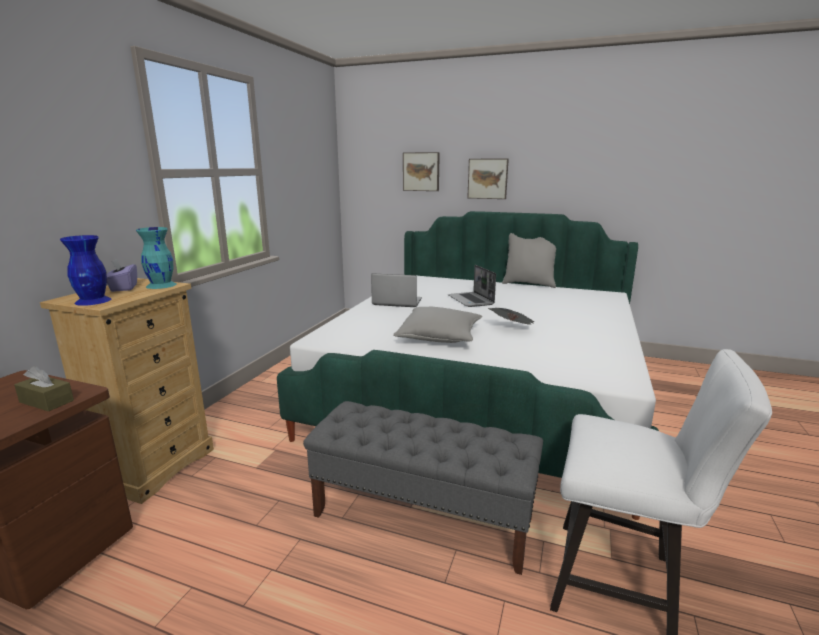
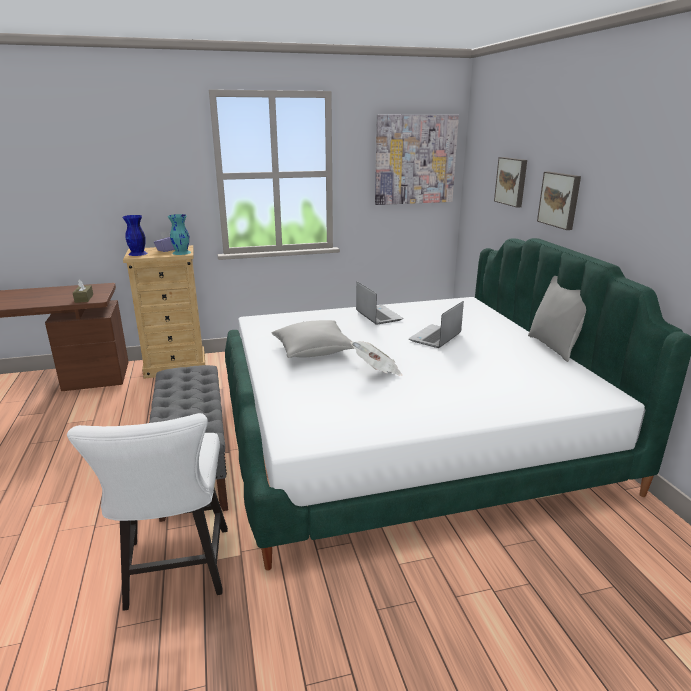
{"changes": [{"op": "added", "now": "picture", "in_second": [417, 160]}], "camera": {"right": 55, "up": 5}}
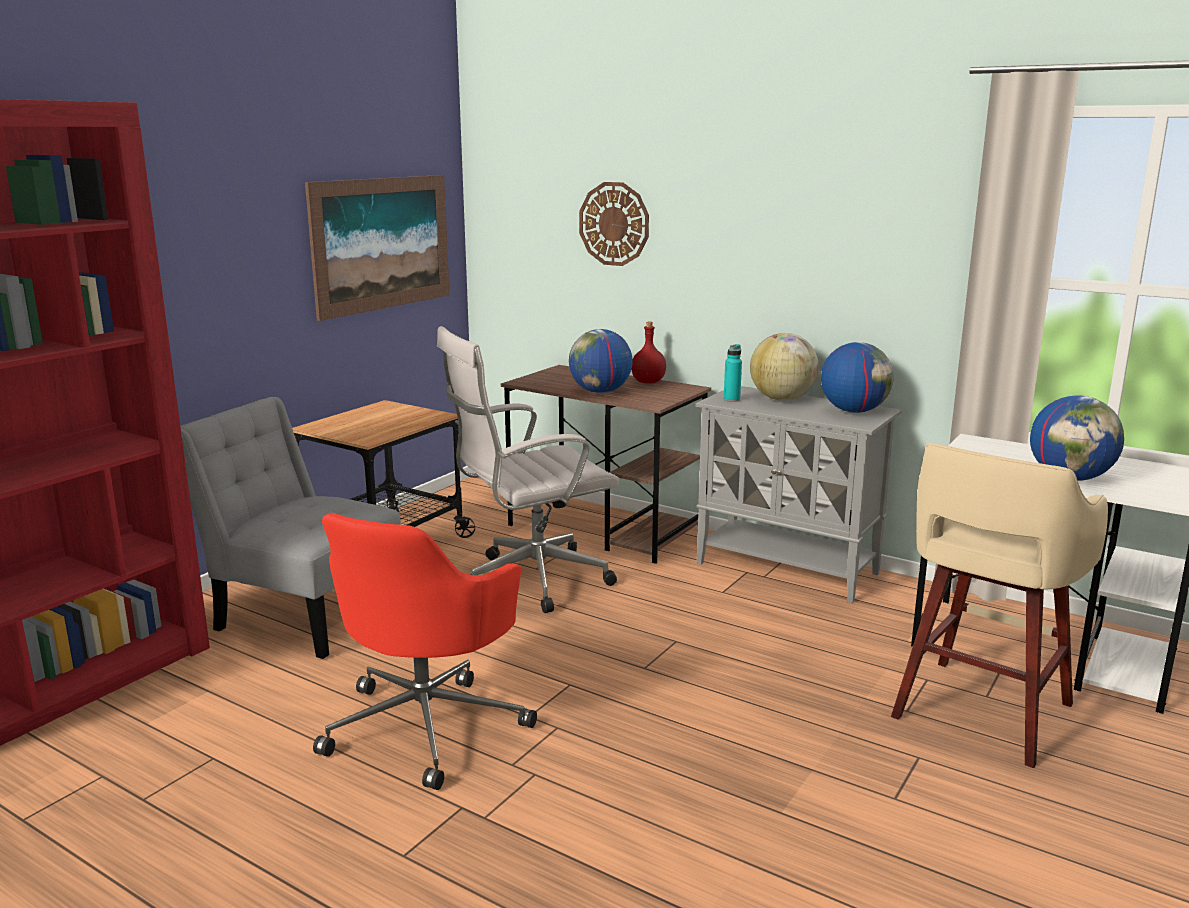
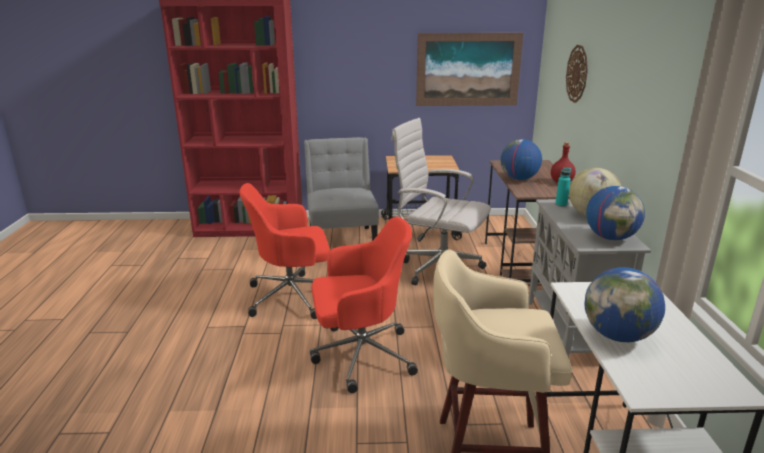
{"changes": [{"op": "added", "now": "red office chair", "in_second": [364, 304]}], "camera": {"right": 55, "up": 5}}
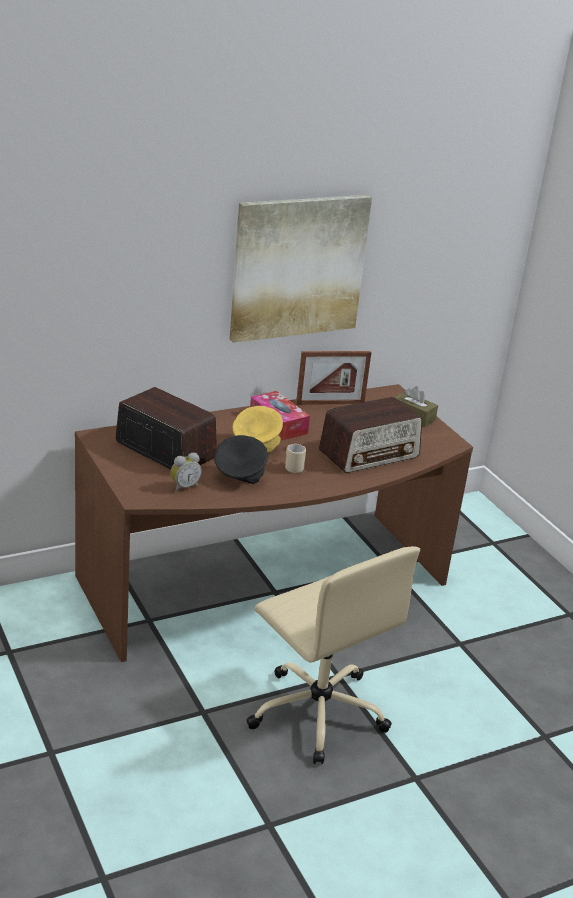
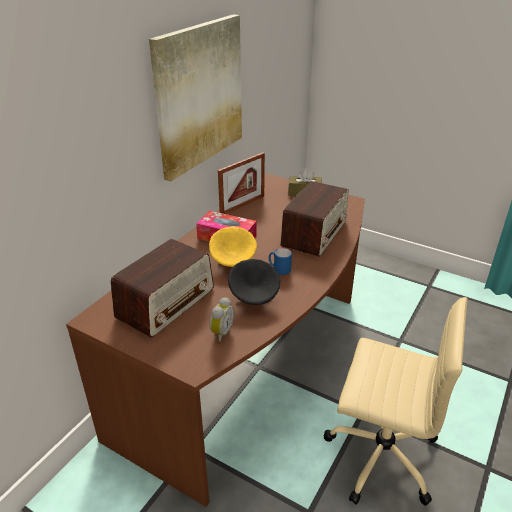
{"changes": [{"op": "turned", "was": "radio", "in_first": [166, 428], "in_second": [162, 288], "clockwise": 120}, {"op": "recoloured", "was": "beige mug", "now": "blue mug", "in_first": [295, 458], "in_second": [280, 261]}], "camera": {"right": -30, "up": 5}}
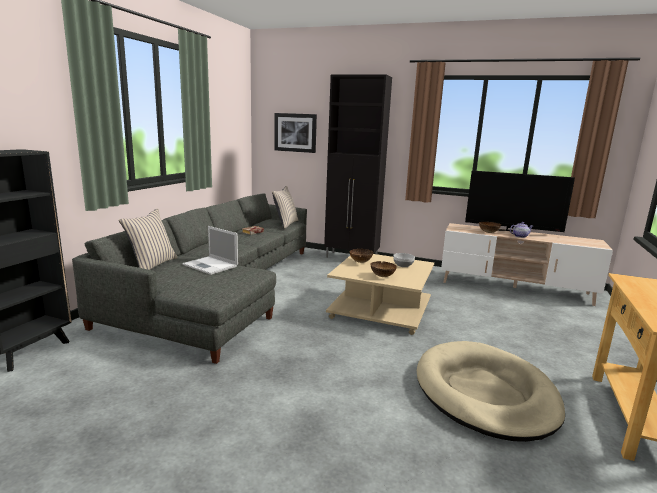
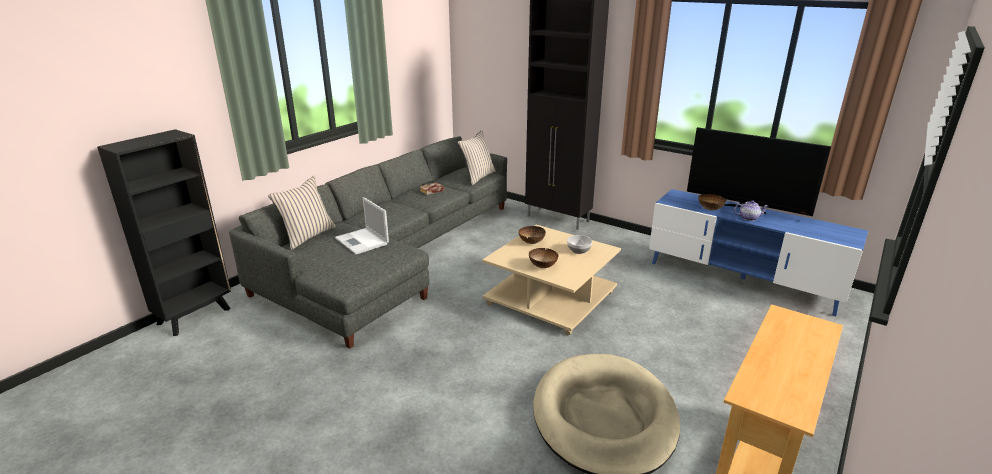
{"changes": [{"op": "recoloured", "was": "beige tv stand", "now": "blue tv stand", "in_first": [527, 264], "in_second": [758, 252]}, {"op": "removed", "was": "picture", "in_first": [295, 133]}], "camera": {"right": 15, "up": 10}}
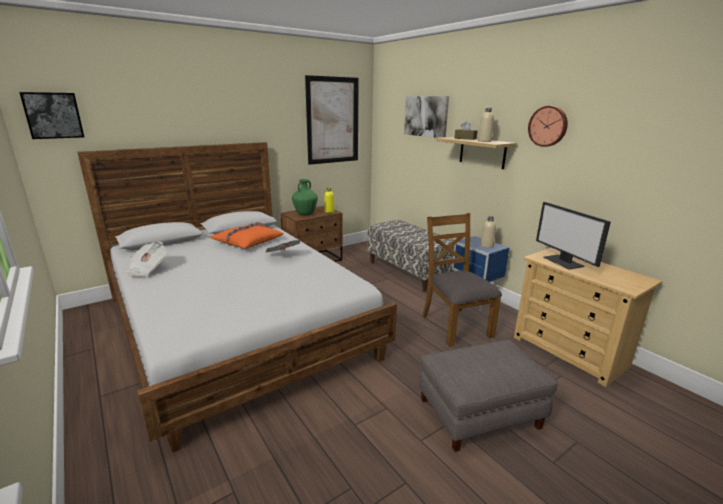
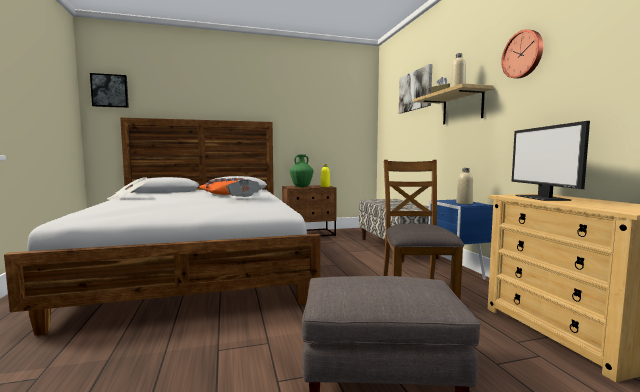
{"changes": [{"op": "removed", "was": "picture", "in_first": [332, 120]}], "camera": {"right": 20, "up": -15}}
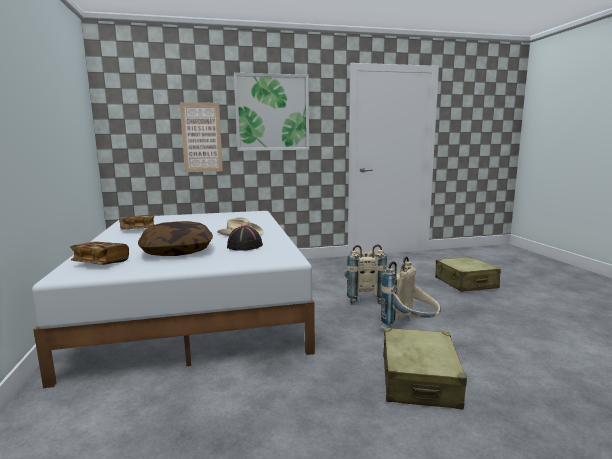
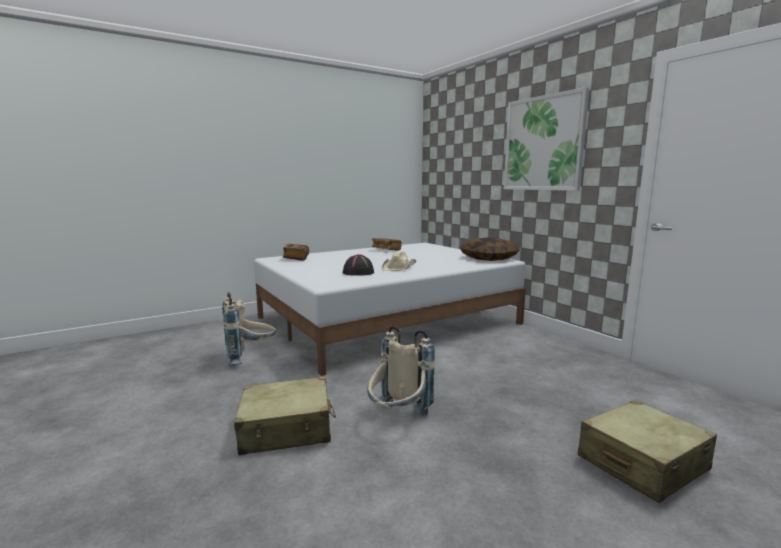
{"changes": [{"op": "moved", "was": "beige backpack", "in_first": [366, 275], "in_second": [249, 329]}, {"op": "moved", "was": "pillow", "in_first": [175, 238], "in_second": [490, 249]}, {"op": "removed", "was": "picture", "in_first": [201, 137]}], "camera": {"right": 70, "up": 0}}
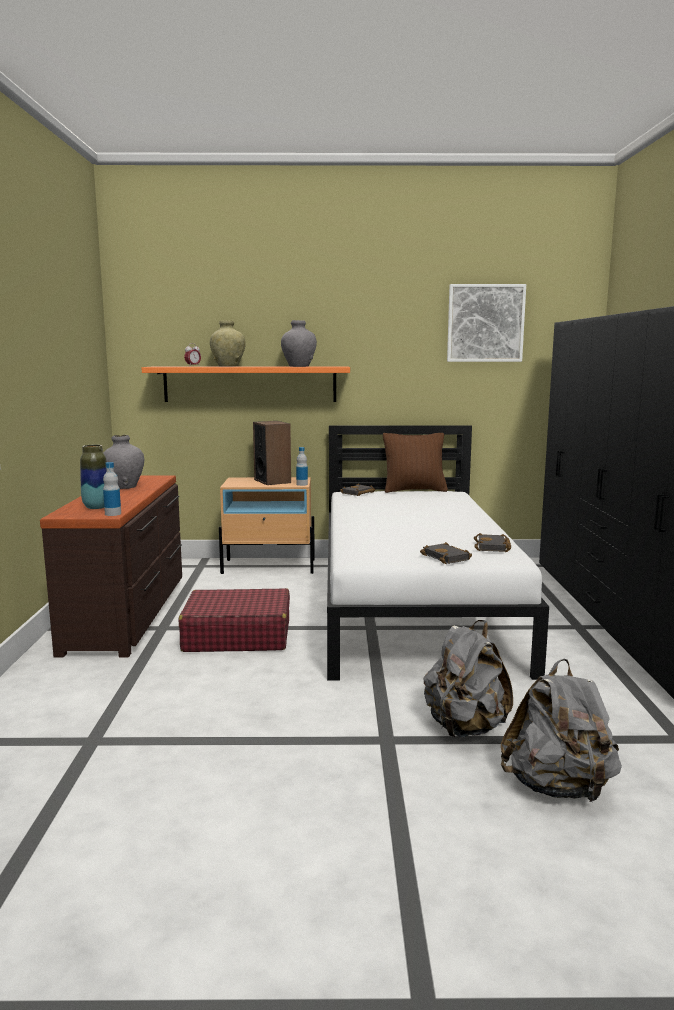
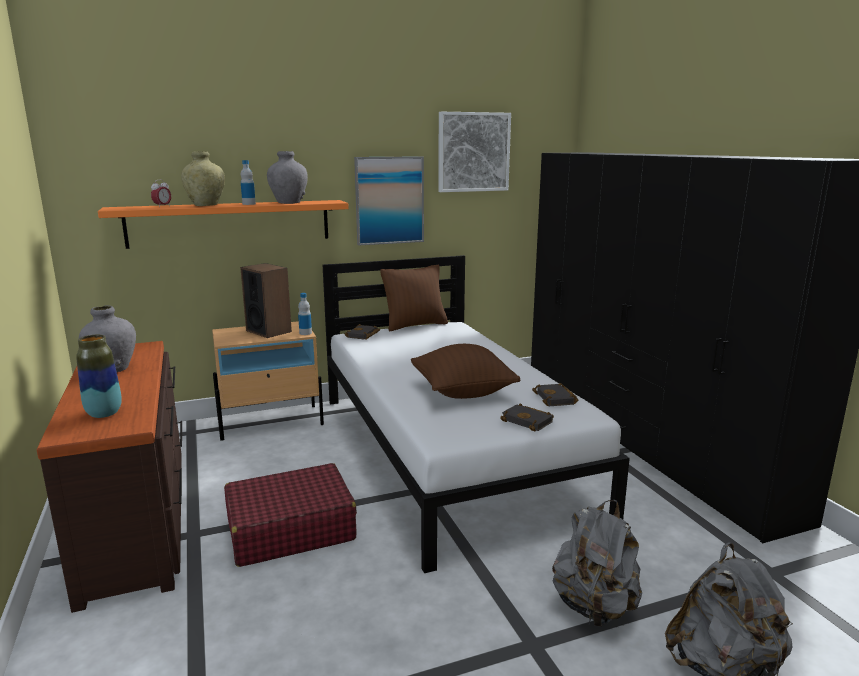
{"changes": [{"op": "moved", "was": "bottle", "in_first": [112, 489], "in_second": [248, 182]}, {"op": "added", "now": "picture", "in_second": [389, 200]}, {"op": "added", "now": "brown pillow", "in_second": [465, 371]}], "camera": {"right": -20, "up": 5}}
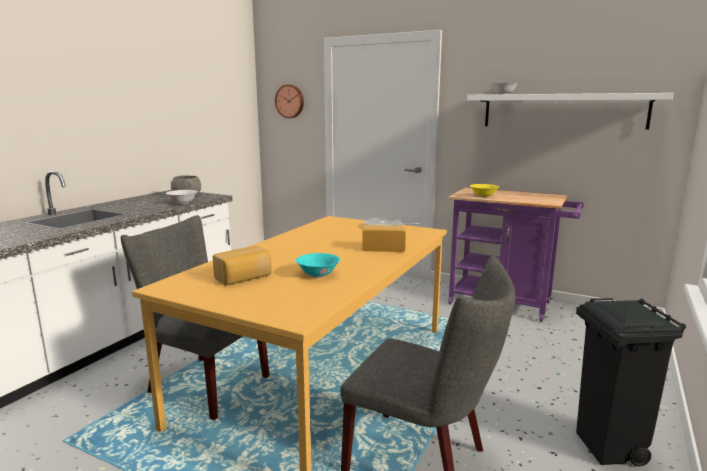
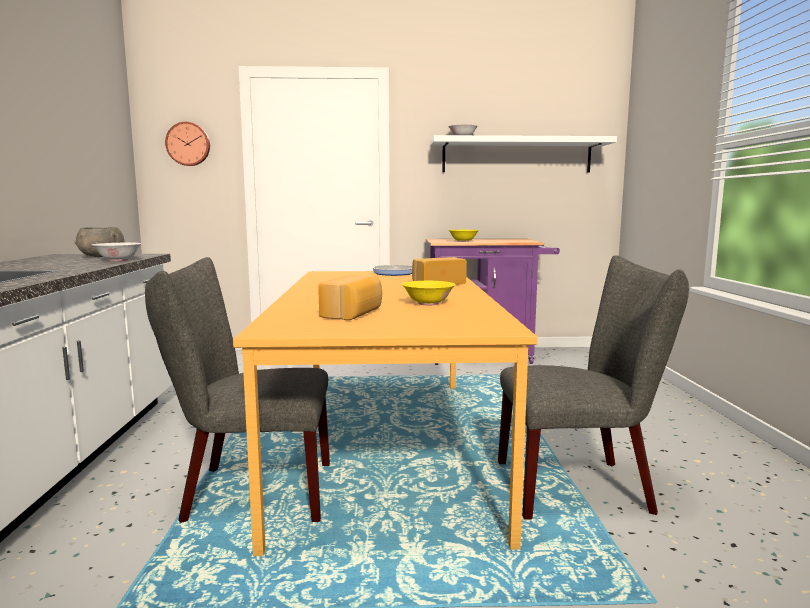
{"changes": [{"op": "recoloured", "was": "turquoise bowl", "now": "yellow bowl", "in_first": [318, 265], "in_second": [429, 293]}, {"op": "removed", "was": "black trash can", "in_first": [631, 382]}], "camera": {"right": -30, "up": -5}}
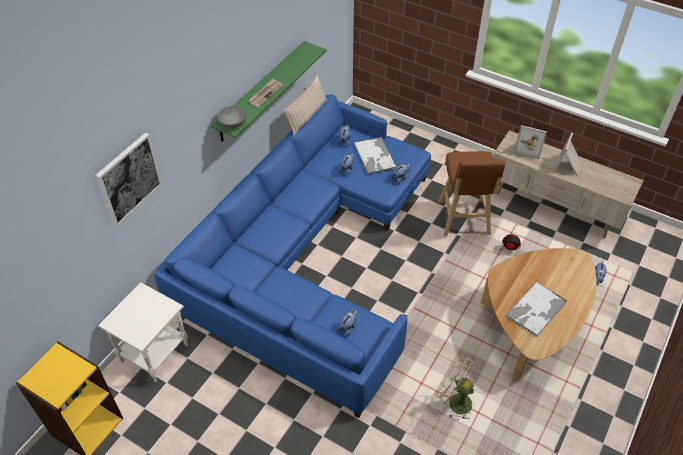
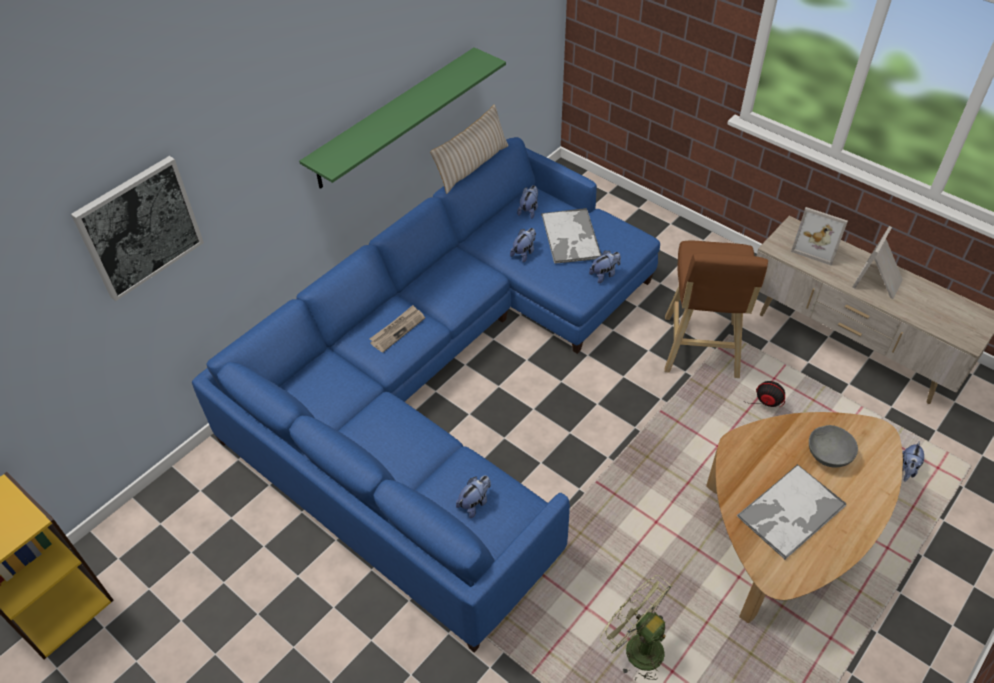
{"changes": [{"op": "moved", "was": "newspaper", "in_first": [265, 93], "in_second": [397, 329]}, {"op": "moved", "was": "grey bowl", "in_first": [232, 117], "in_second": [833, 446]}, {"op": "removed", "was": "white side table", "in_first": [143, 332]}], "camera": {"right": 10, "up": 0}}
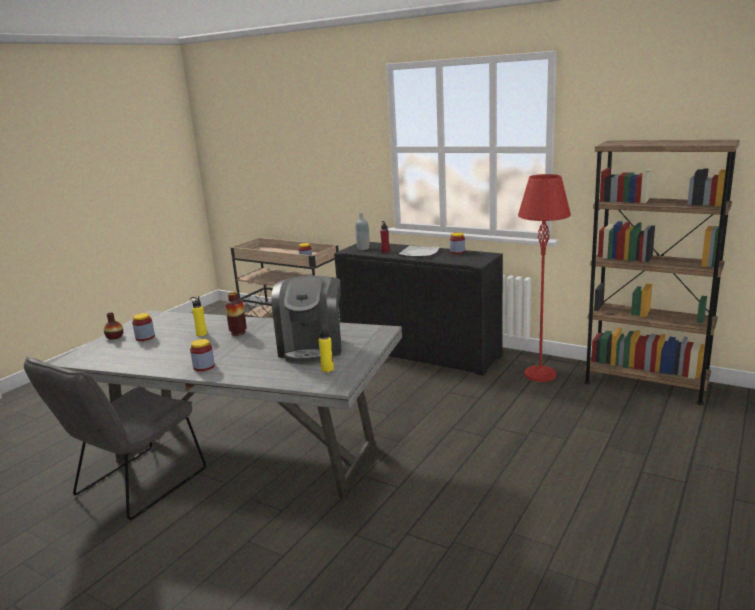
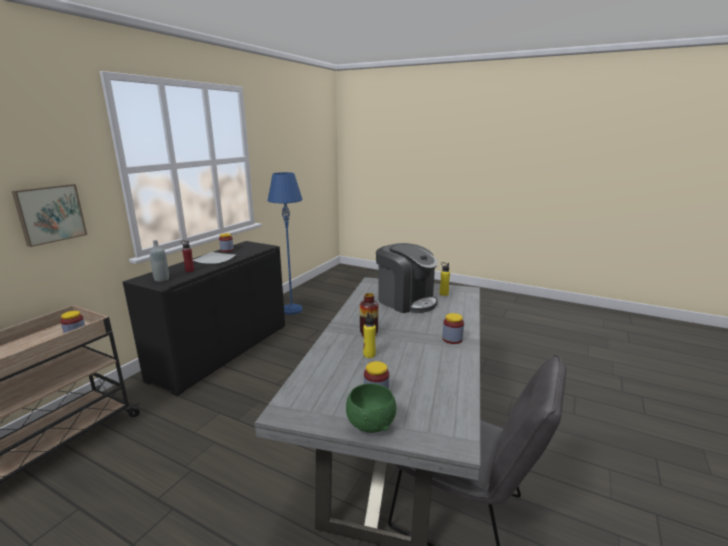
{"changes": [{"op": "added", "now": "picture", "in_second": [49, 215]}, {"op": "recoloured", "was": "red floor lamp", "now": "blue floor lamp", "in_first": [544, 278], "in_second": [285, 243]}, {"op": "replaced", "was": "vase", "now": "green bowl", "in_first": [113, 326], "in_second": [371, 408]}, {"op": "turned", "was": "coffee machine", "in_first": [306, 319], "in_second": [407, 278], "clockwise": 45}, {"op": "removed", "was": "brown bookcase", "in_first": [662, 272]}], "camera": {"right": -95, "up": 0}}
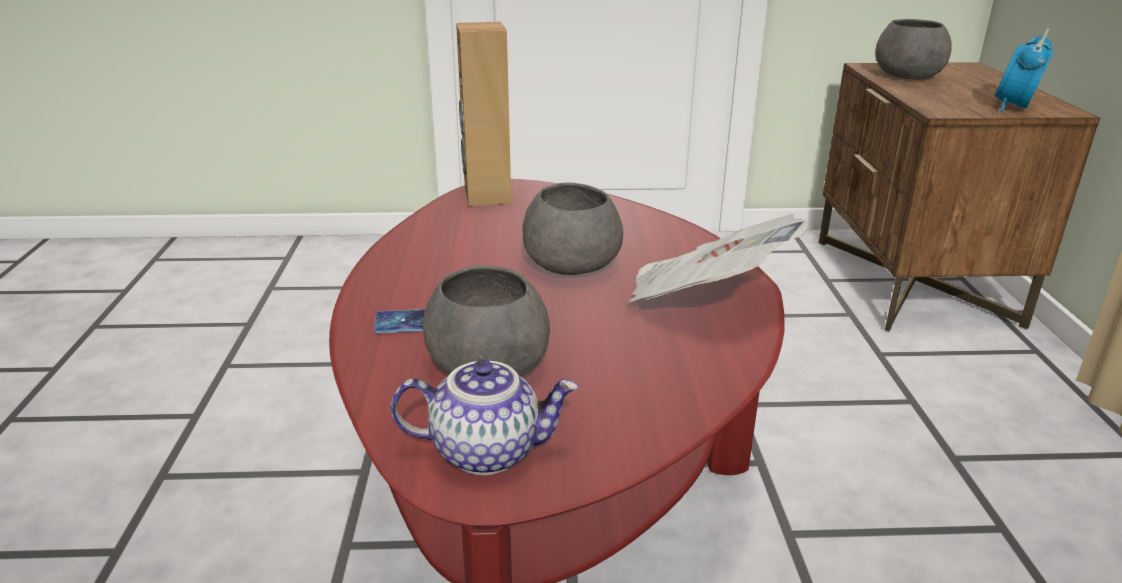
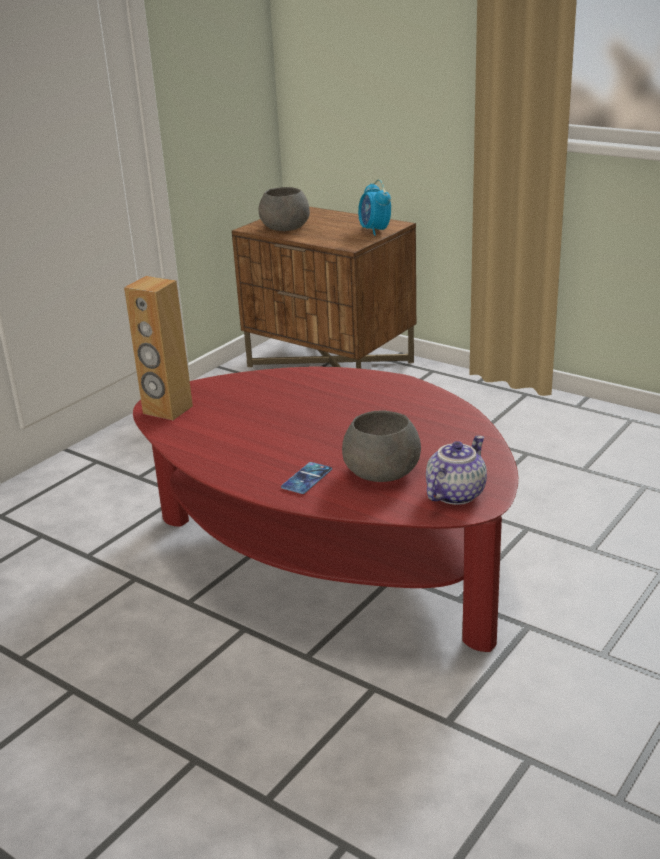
{"changes": [{"op": "removed", "was": "grey bowl", "in_first": [573, 228]}, {"op": "removed", "was": "newspaper", "in_first": [718, 258]}], "camera": {"right": -50, "up": 0}}
